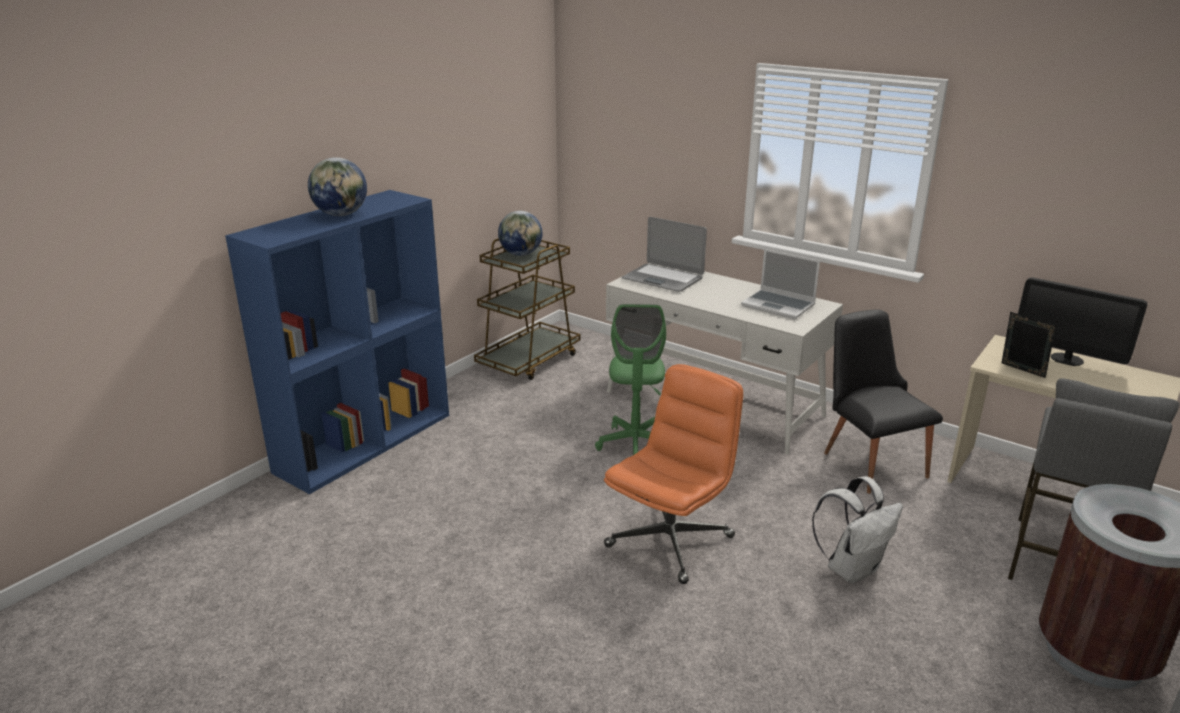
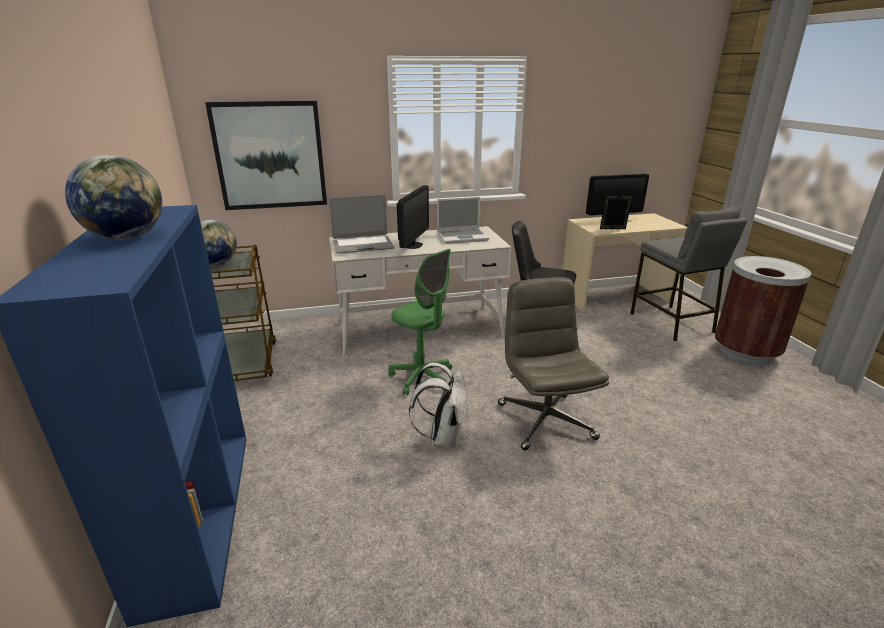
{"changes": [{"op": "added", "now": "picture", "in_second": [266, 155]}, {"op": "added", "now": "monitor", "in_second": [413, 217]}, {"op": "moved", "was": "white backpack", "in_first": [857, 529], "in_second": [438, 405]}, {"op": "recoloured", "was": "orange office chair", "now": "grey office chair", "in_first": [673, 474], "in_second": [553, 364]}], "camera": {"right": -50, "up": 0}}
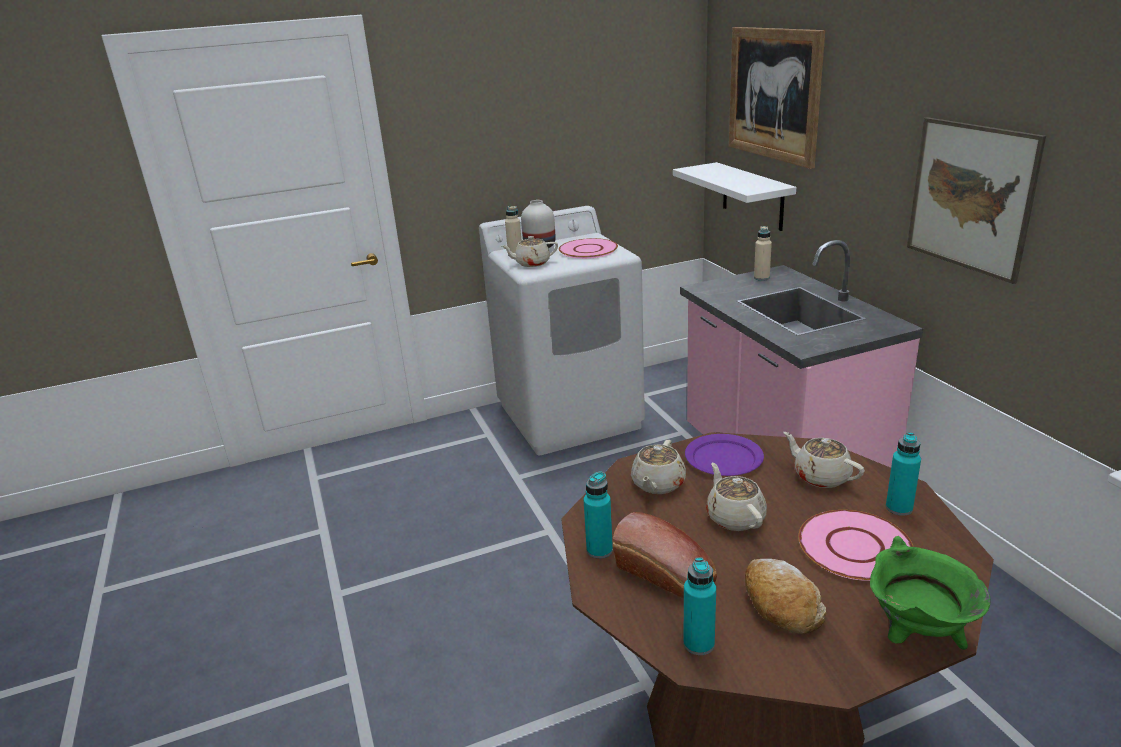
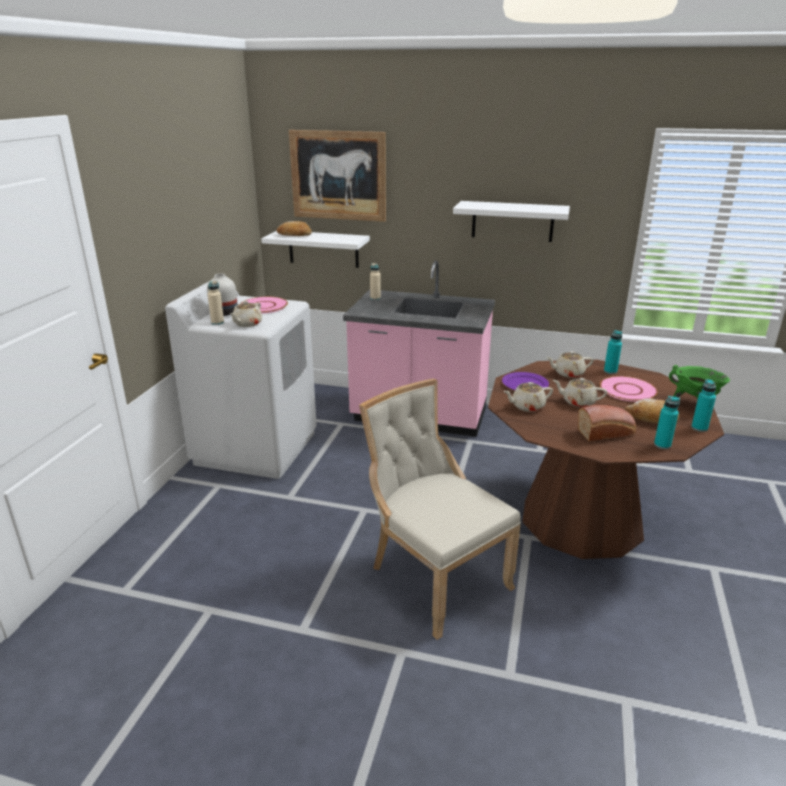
{"changes": [{"op": "added", "now": "bread", "in_second": [294, 228]}, {"op": "added", "now": "beige chair", "in_second": [440, 509]}, {"op": "replaced", "was": "picture", "now": "white shelf", "in_first": [976, 200], "in_second": [511, 221]}, {"op": "turned", "was": "beige teapot", "in_first": [658, 467], "in_second": [528, 397], "clockwise": 105}, {"op": "moved", "was": "turquoise bottle", "in_first": [598, 515], "in_second": [703, 405]}], "camera": {"right": -55, "up": 0}}
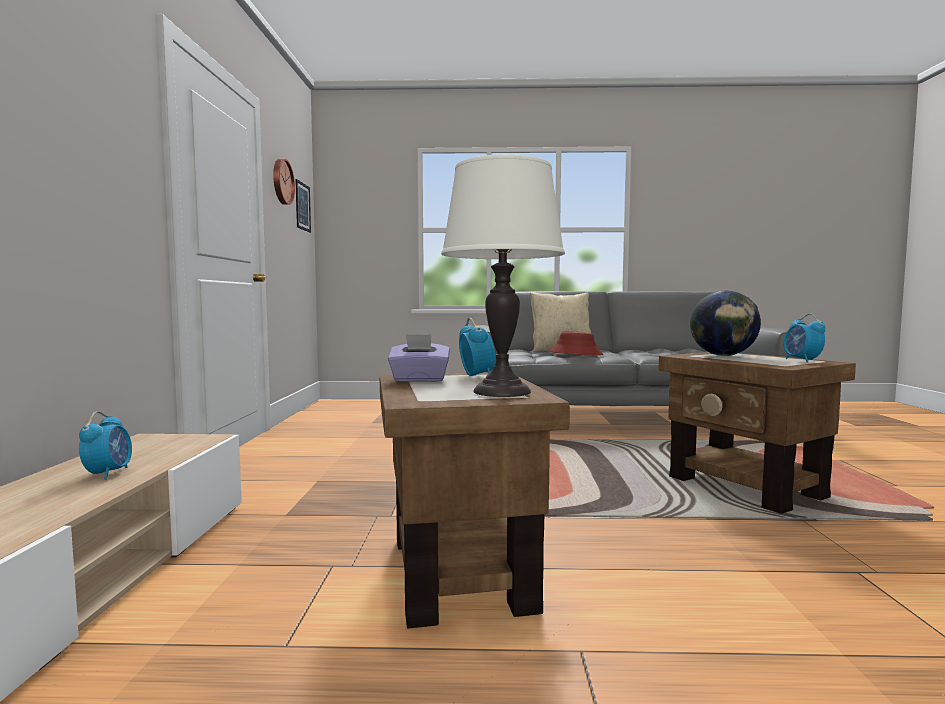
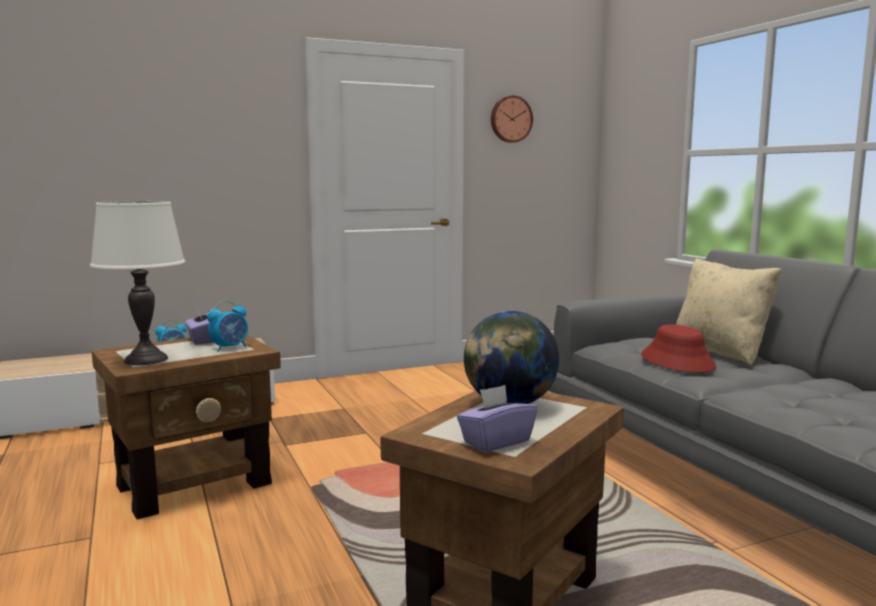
{"changes": [{"op": "replaced", "was": "alarm clock", "now": "purple tissue box", "in_first": [805, 338], "in_second": [497, 418]}, {"op": "removed", "was": "picture", "in_first": [303, 205]}], "camera": {"right": 65, "up": 5}}
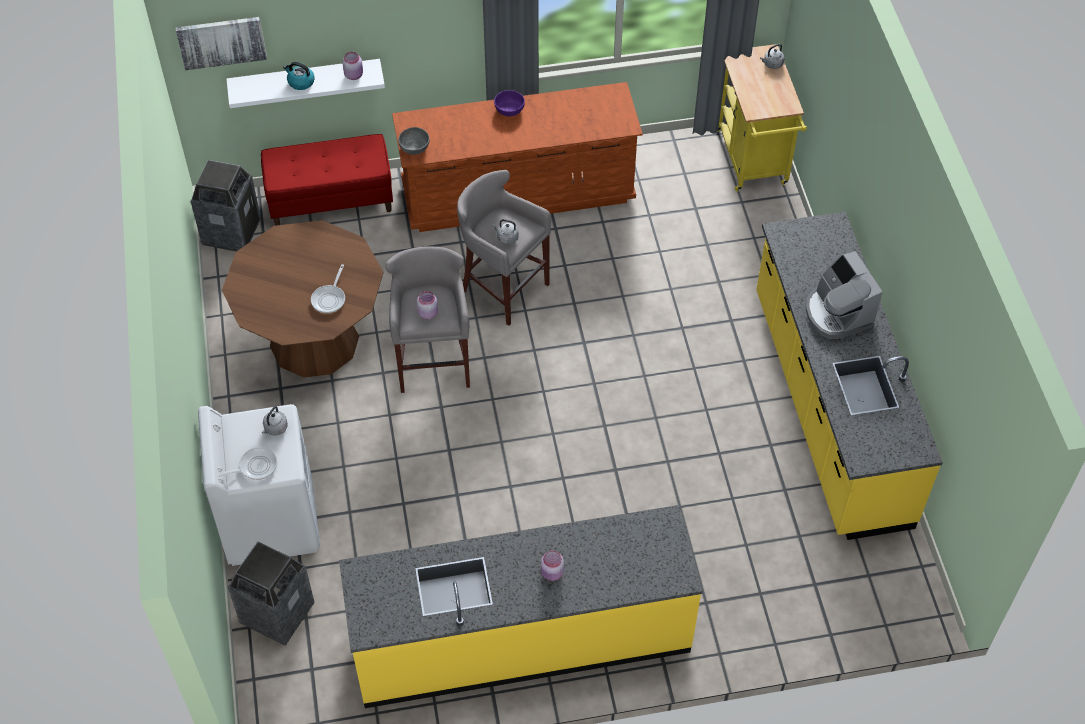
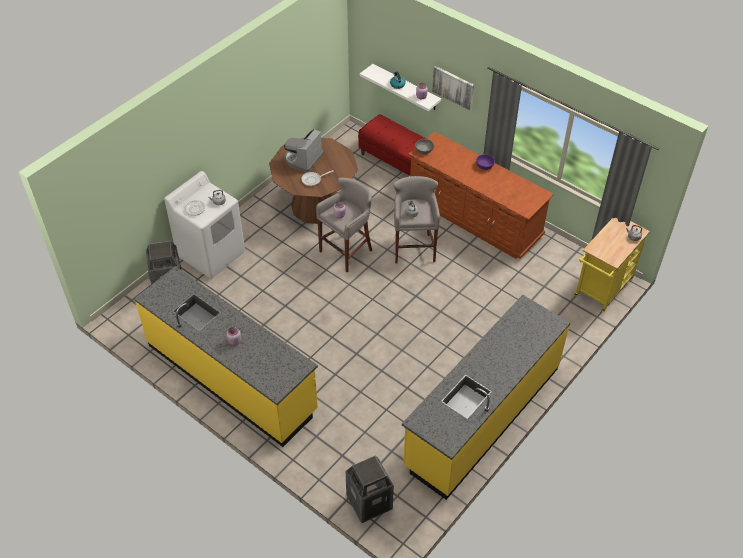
{"changes": [{"op": "moved", "was": "coffee machine", "in_first": [844, 295], "in_second": [304, 150]}, {"op": "moved", "was": "trash can", "in_first": [226, 205], "in_second": [370, 489]}, {"op": "moved", "was": "picture", "in_first": [221, 43], "in_second": [453, 88]}], "camera": {"right": 50, "up": -5}}
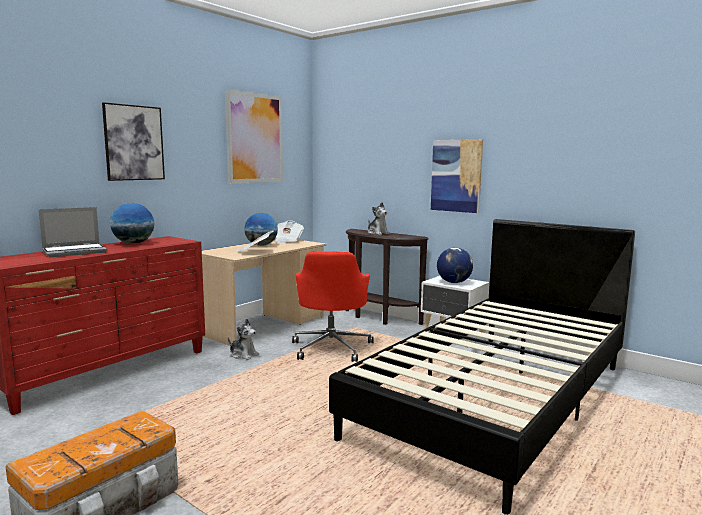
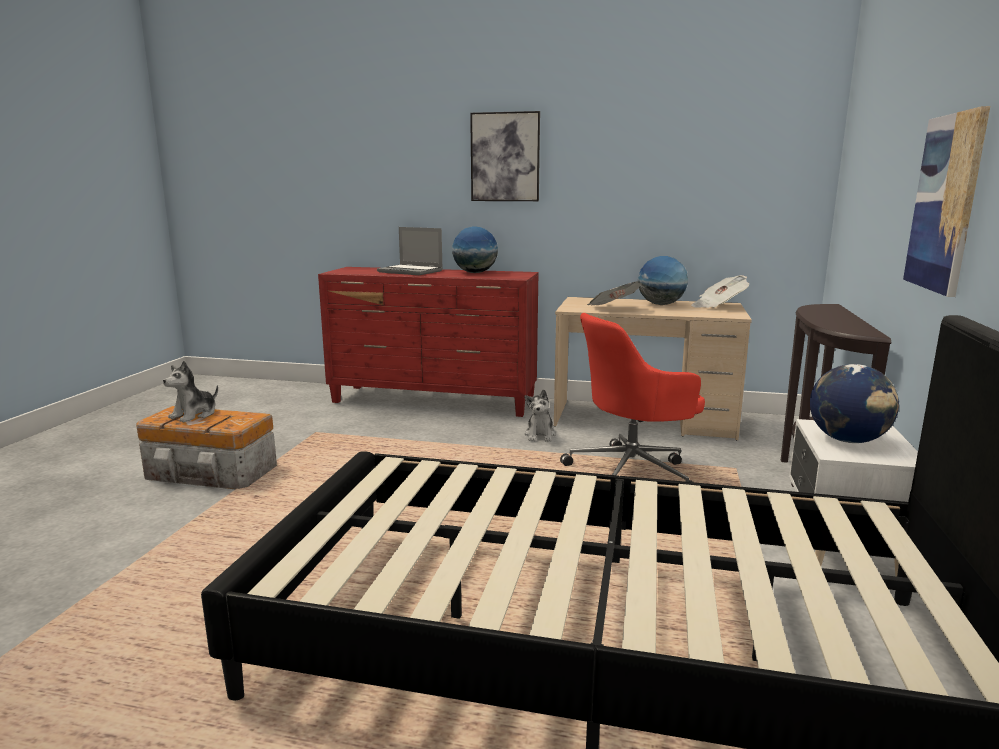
{"changes": [{"op": "moved", "was": "plush toy", "in_first": [379, 218], "in_second": [190, 391]}, {"op": "removed", "was": "picture", "in_first": [254, 136]}], "camera": {"right": 65, "up": 5}}
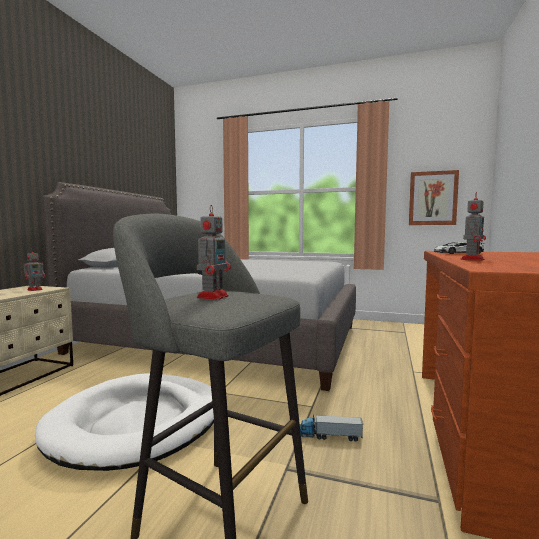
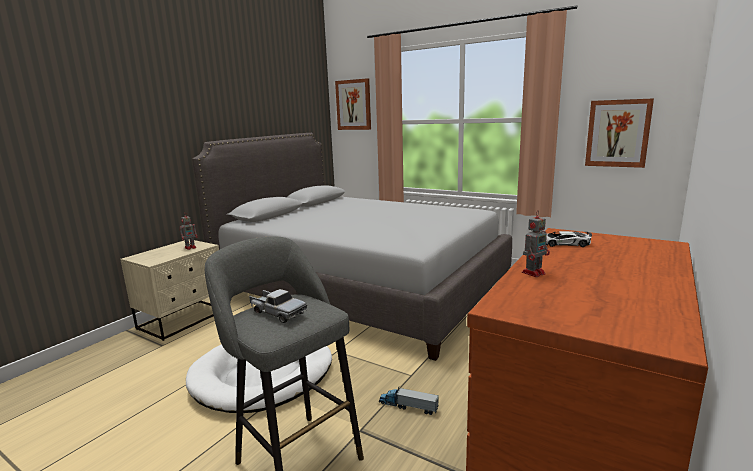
{"changes": [{"op": "replaced", "was": "toy robot", "now": "toy truck", "in_first": [214, 252], "in_second": [278, 306]}, {"op": "added", "now": "picture", "in_second": [353, 104]}], "camera": {"right": 15, "up": 10}}
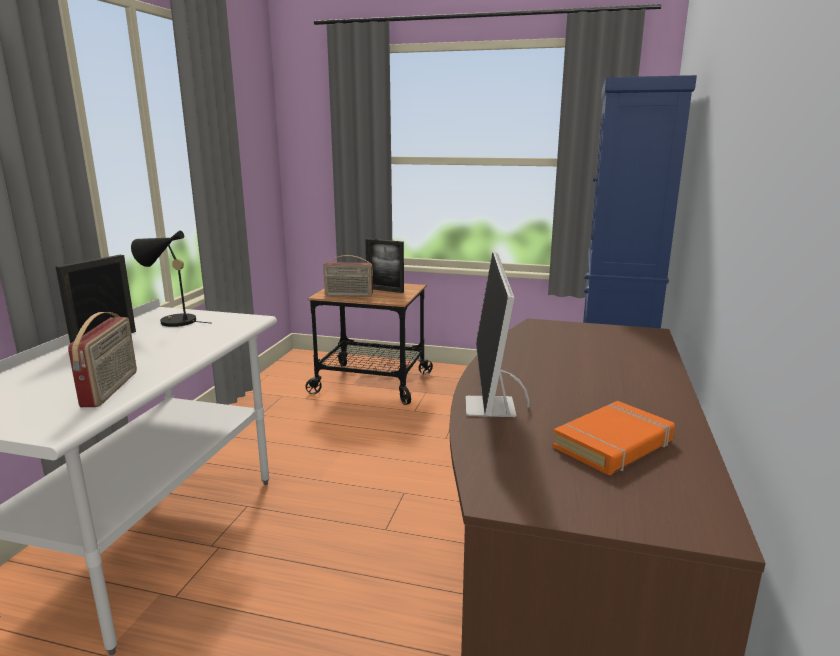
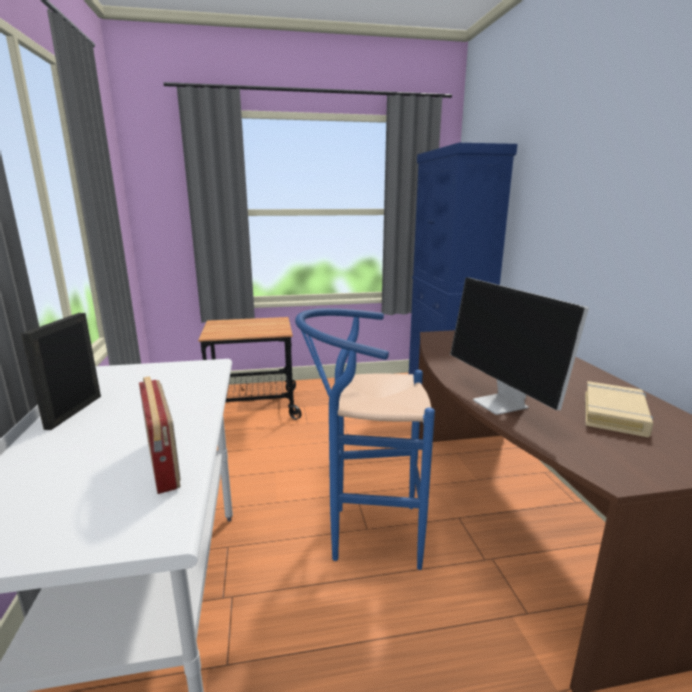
{"changes": [{"op": "added", "now": "blue stool", "in_second": [365, 439]}, {"op": "recoloured", "was": "orange book", "now": "beige book", "in_first": [613, 438], "in_second": [619, 409]}, {"op": "removed", "was": "black table lamp", "in_first": [171, 279]}, {"op": "removed", "was": "radio", "in_first": [348, 276]}, {"op": "removed", "was": "picture frame", "in_first": [384, 265]}], "camera": {"right": -25, "up": 0}}
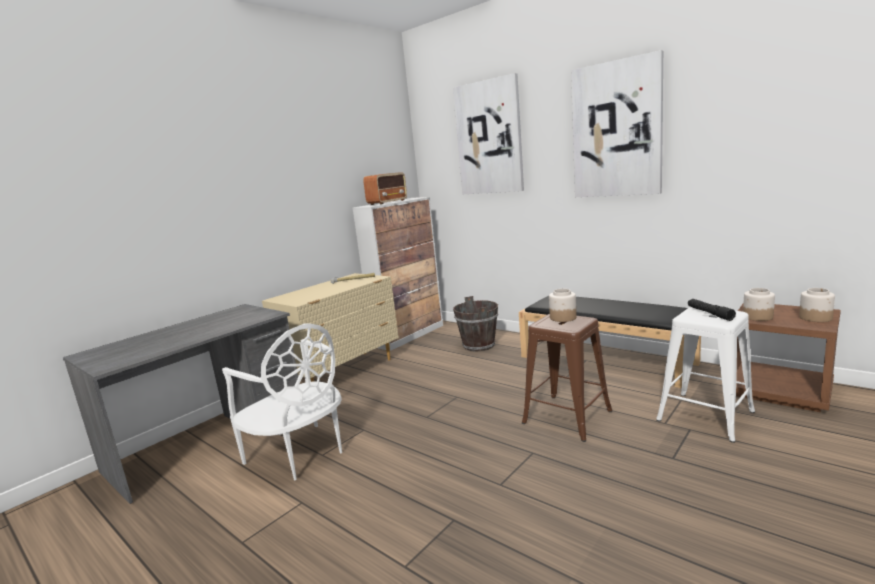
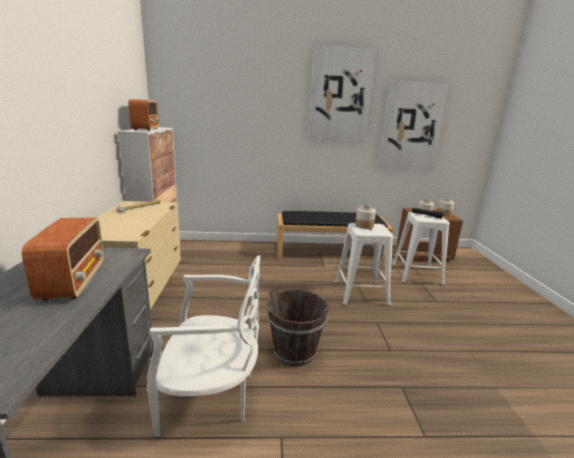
{"changes": [{"op": "added", "now": "radio", "in_second": [63, 259]}, {"op": "moved", "was": "brown bucket", "in_first": [476, 323], "in_second": [298, 326]}, {"op": "recoloured", "was": "brown stool", "now": "white stool", "in_first": [567, 378], "in_second": [364, 264]}, {"op": "moved", "was": "picture", "in_first": [488, 133], "in_second": [413, 125]}], "camera": {"right": -45, "up": 5}}
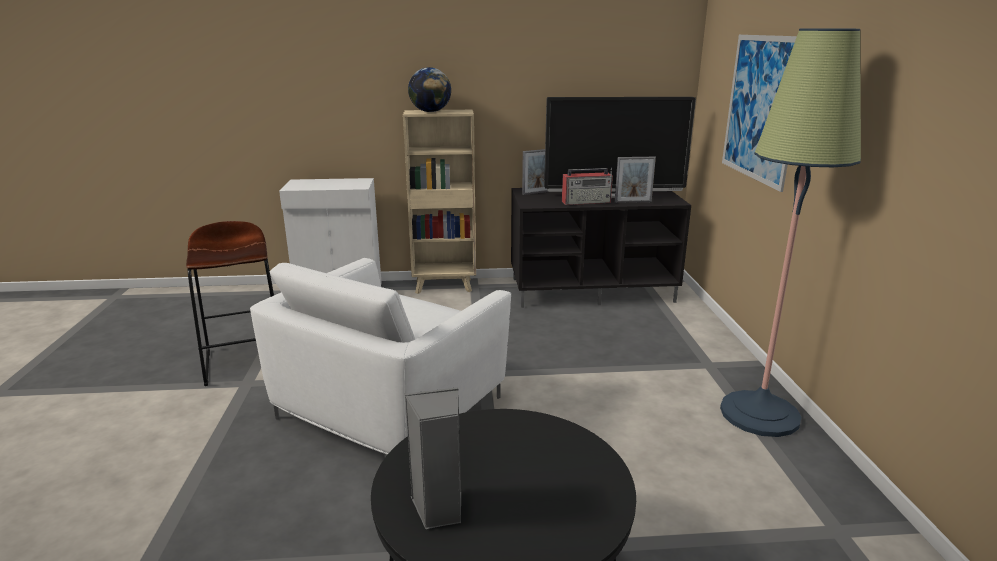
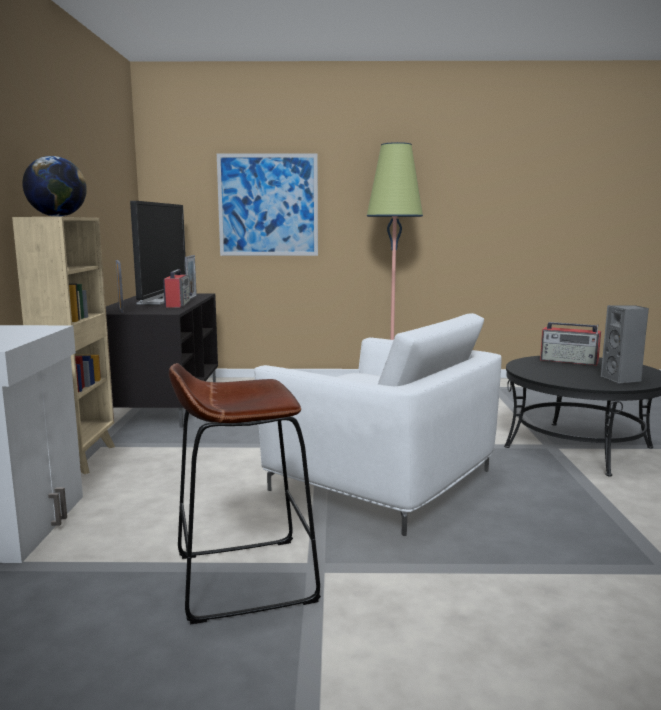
{"changes": [{"op": "added", "now": "radio", "in_second": [570, 343]}], "camera": {"right": -85, "up": -10}}
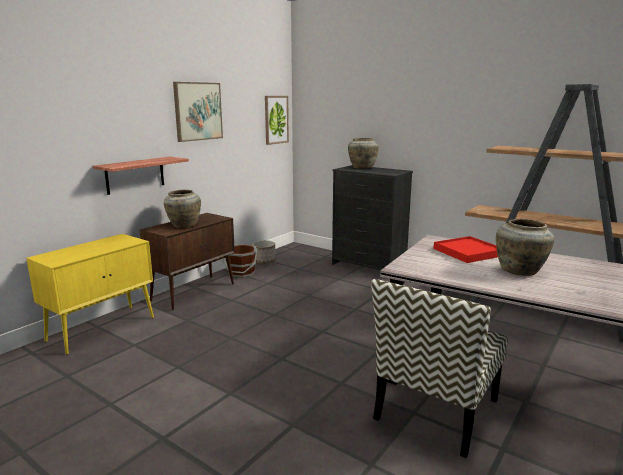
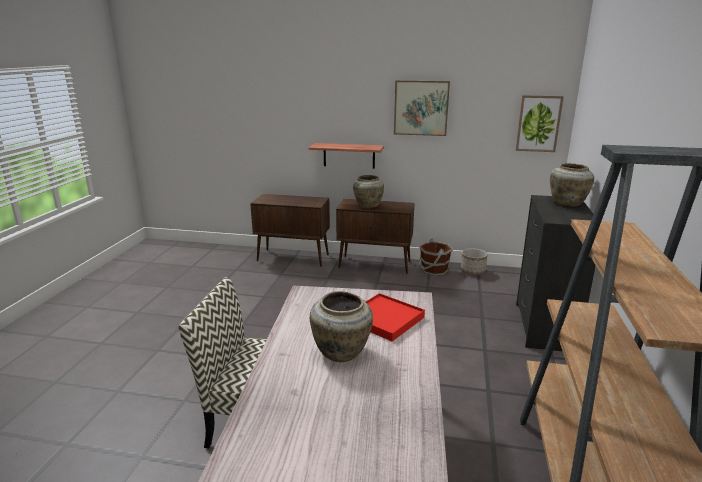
{"changes": [{"op": "recoloured", "was": "yellow cabinet", "now": "brown cabinet", "in_first": [90, 294], "in_second": [290, 230]}], "camera": {"right": 65, "up": 5}}
